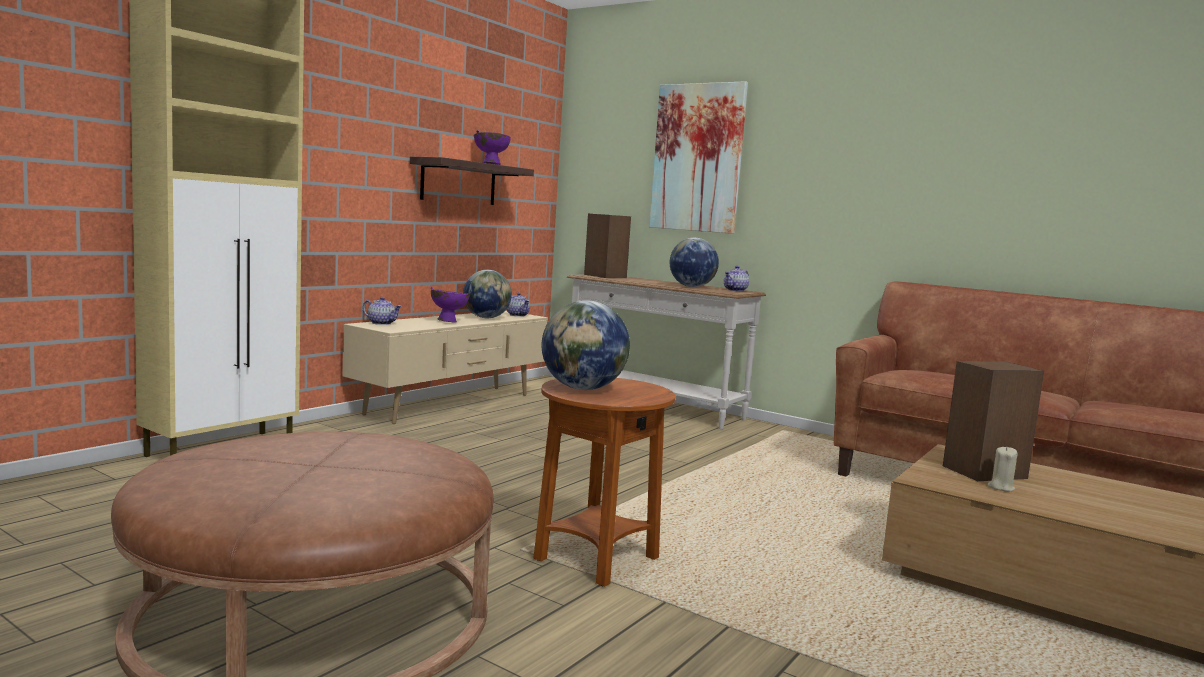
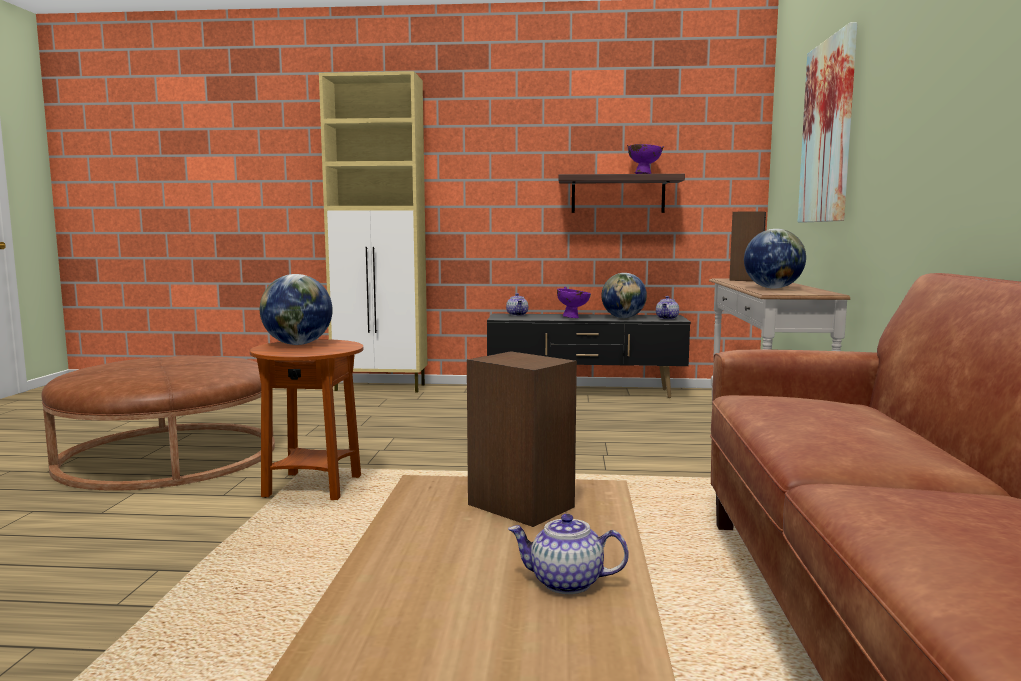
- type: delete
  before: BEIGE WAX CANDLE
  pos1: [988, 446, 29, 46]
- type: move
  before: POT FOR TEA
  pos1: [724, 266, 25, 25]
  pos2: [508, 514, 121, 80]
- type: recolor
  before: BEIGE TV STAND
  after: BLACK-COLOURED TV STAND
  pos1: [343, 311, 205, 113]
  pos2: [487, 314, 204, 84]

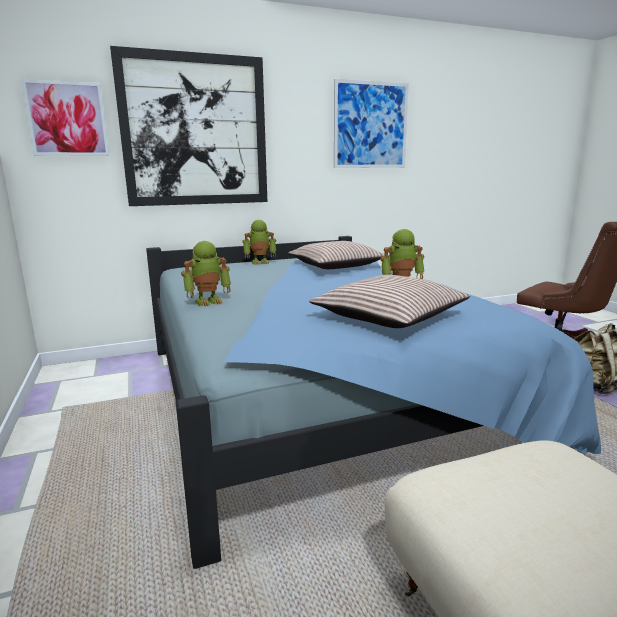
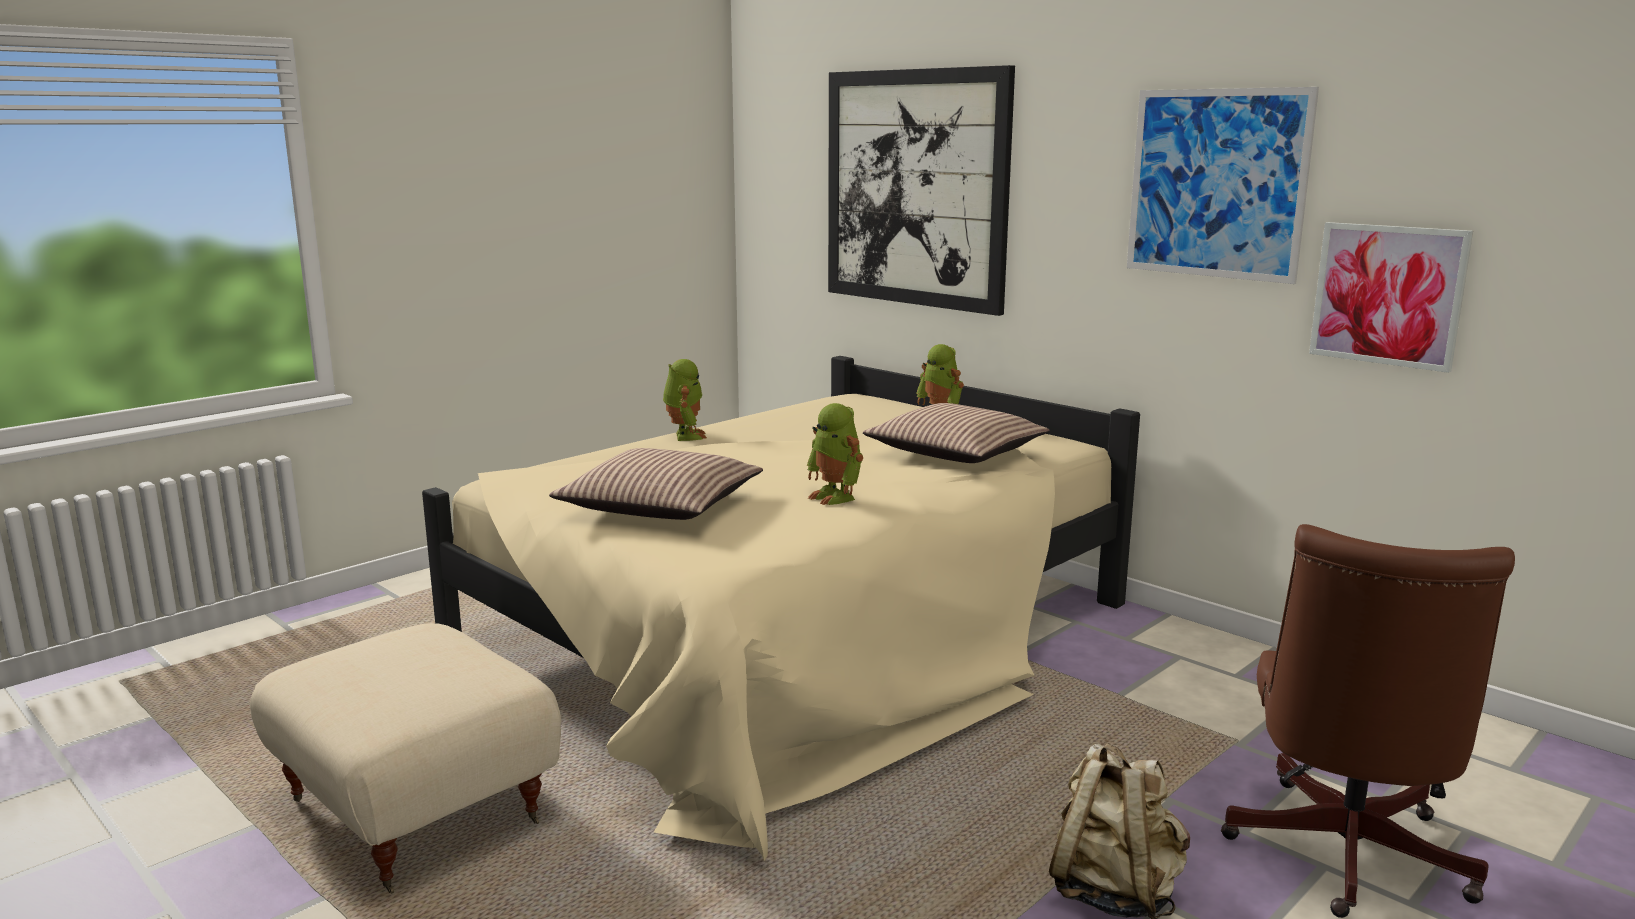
- type: move
  before: WALL ART
  pos1: [21, 79, 89, 77]
  pos2: [1309, 222, 164, 151]
- type: recolor
  before: BLUE-COLOURED SLEEPING BED
  after: BEIGE SLEEPING BED
  pos1: [146, 236, 455, 333]
  pos2: [422, 356, 718, 505]
- type: rotate
  before: ROBOT FIGURE
  pos1: [181, 241, 50, 66]
  pos2: [663, 359, 44, 82]
  turn: -135

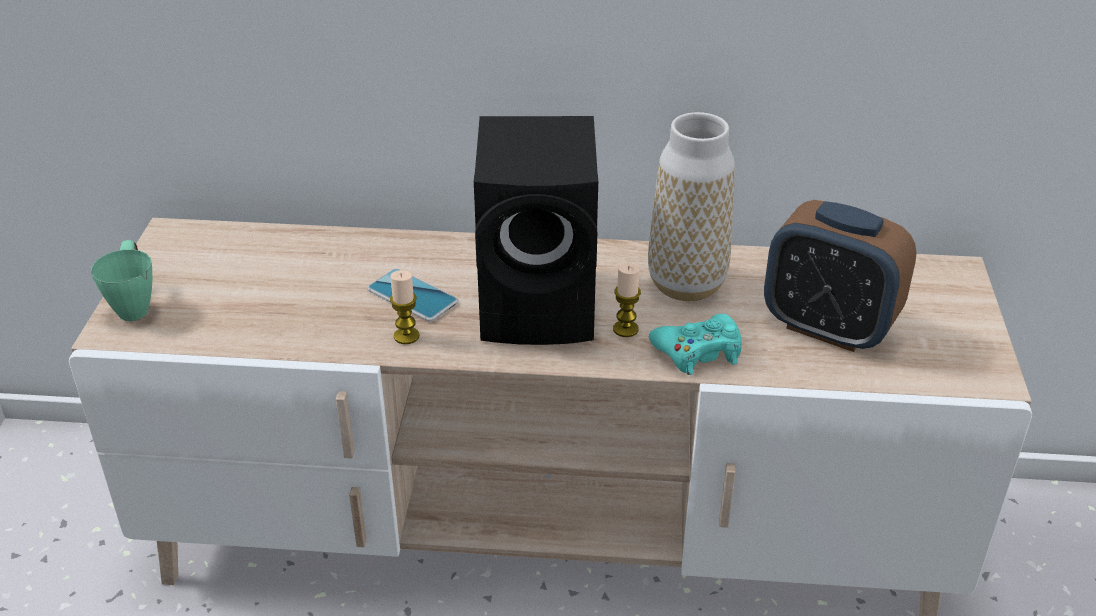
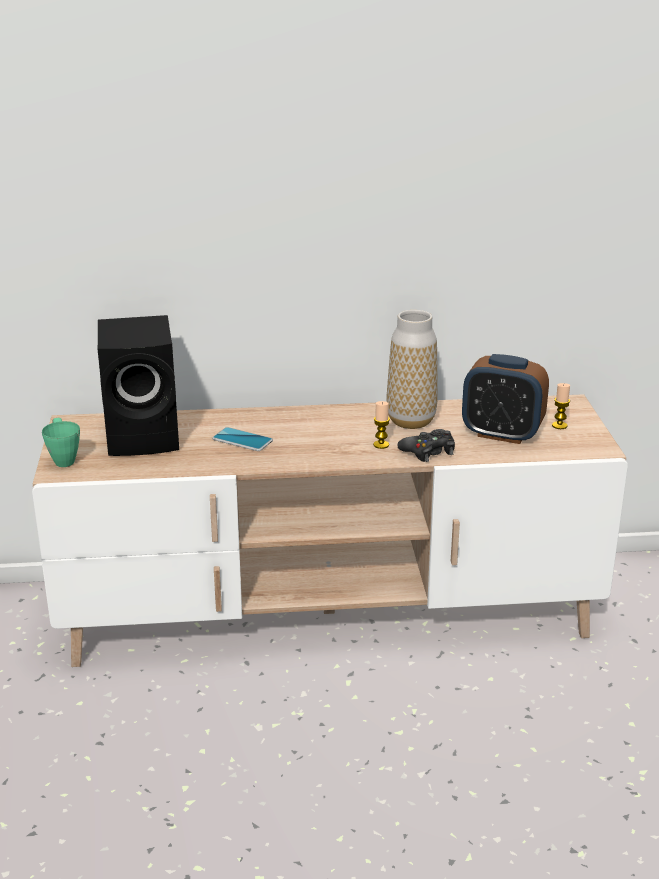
- type: move
  before: WAX CANDLE
  pos1: [390, 270, 29, 74]
  pos2: [552, 383, 18, 46]
- type: move
  before: BLACK-COLOURED LOUDSPEAKER
  pos1: [474, 116, 124, 229]
  pos2: [97, 315, 82, 141]
- type: recolor
  before: TURQUOISE GAMEPAD
  after: BLACK-COLOURED GAMEPAD
  pos1: [649, 314, 93, 61]
  pos2: [397, 429, 58, 33]

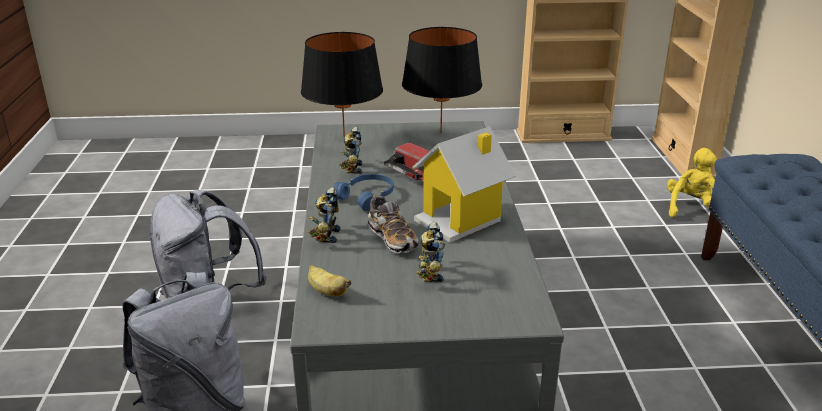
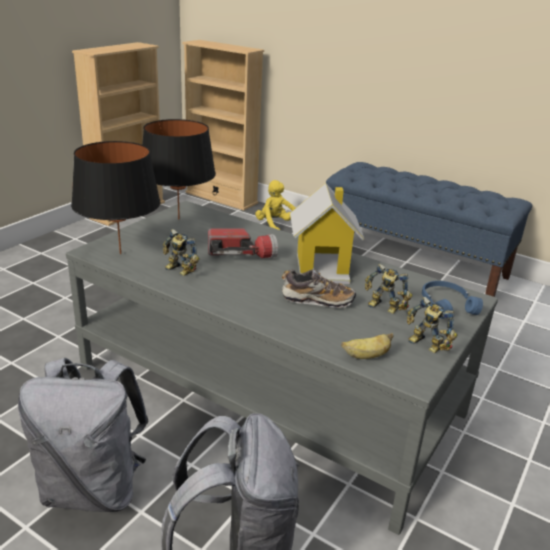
- type: move
  before: ROBOT FIGURE
  pos1: [308, 187, 32, 56]
  pos2: [407, 297, 50, 56]
- type: move
  before: BLUE-COLOURED HEADPHONES
  pos1: [333, 174, 61, 37]
  pos2: [422, 281, 61, 38]

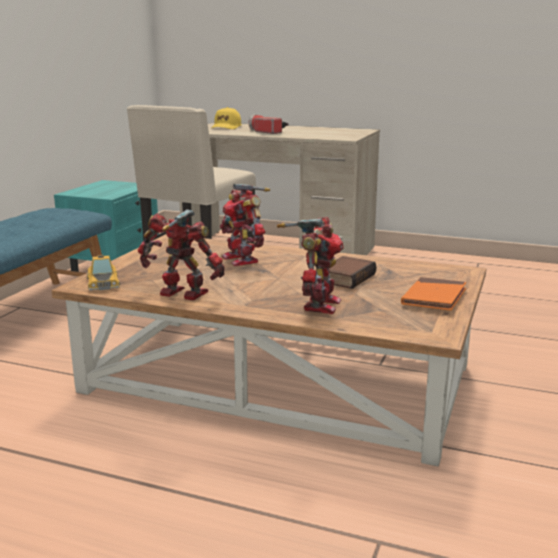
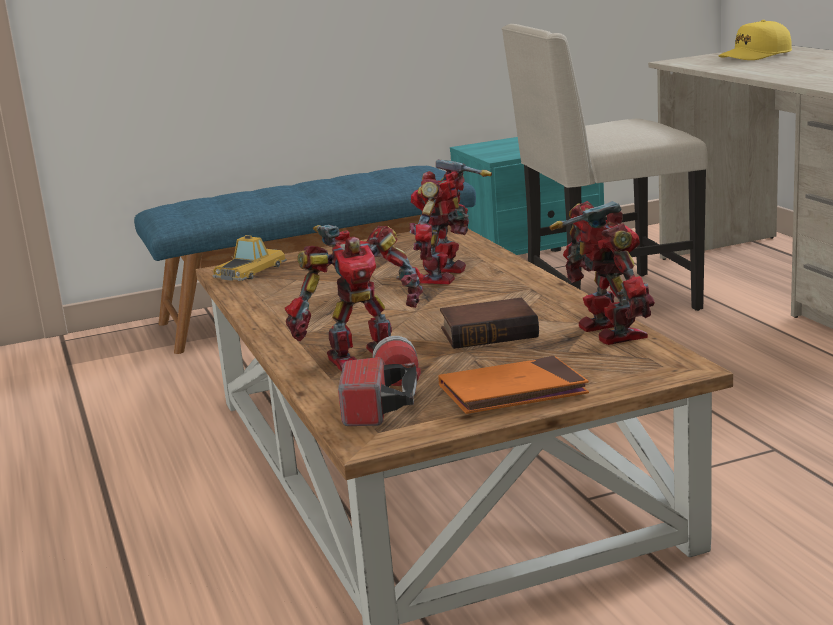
- type: move
  before: ROBOT FIGURE
  pos1: [138, 209, 87, 91]
  pos2: [549, 201, 106, 144]
- type: move
  before: FLASHLIGHT
  pos1: [249, 114, 40, 20]
  pos2: [338, 336, 83, 90]

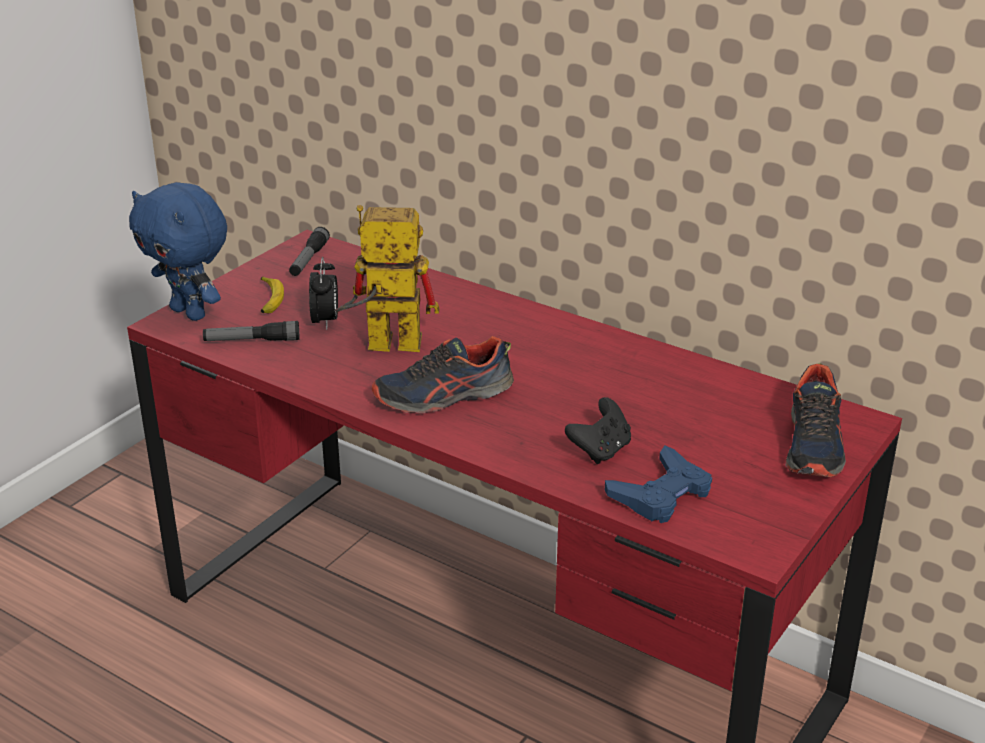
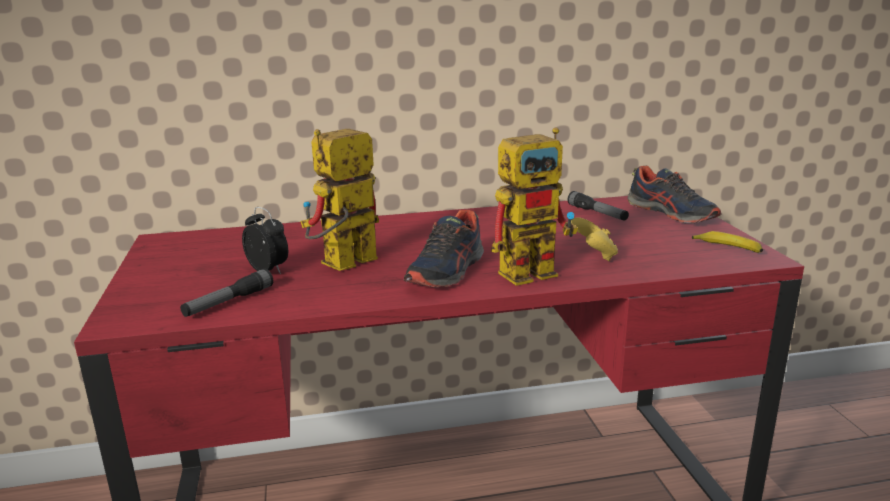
- type: delete
  before: BLUE-COLOURED CUDDLY TOY
  pos1: [129, 182, 98, 139]
- type: delete
  before: BLUE-COLOURED GAMEPAD
  pos1: [605, 446, 107, 77]
- type: insert
  after: ROBOT FIGURE
  pos2: [491, 128, 87, 158]
- type: move
  before: BANANA
  pos1: [261, 277, 23, 36]
  pos2: [692, 231, 71, 22]
- type: move
  before: FLASHLIGHT
  pos1: [289, 227, 41, 49]
  pos2: [567, 191, 62, 30]
- type: recolor
  before: BLACK-COLOURED GAMEPAD
  after: YELLOW-COLOURED GAMEPAD
  pos1: [565, 397, 66, 67]
  pos2: [571, 217, 47, 44]

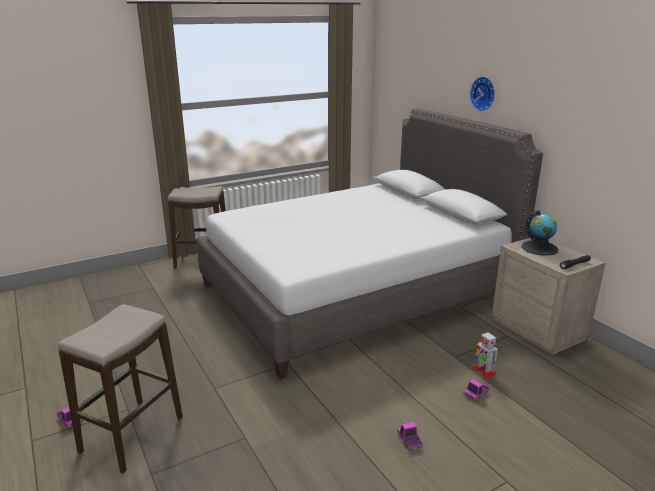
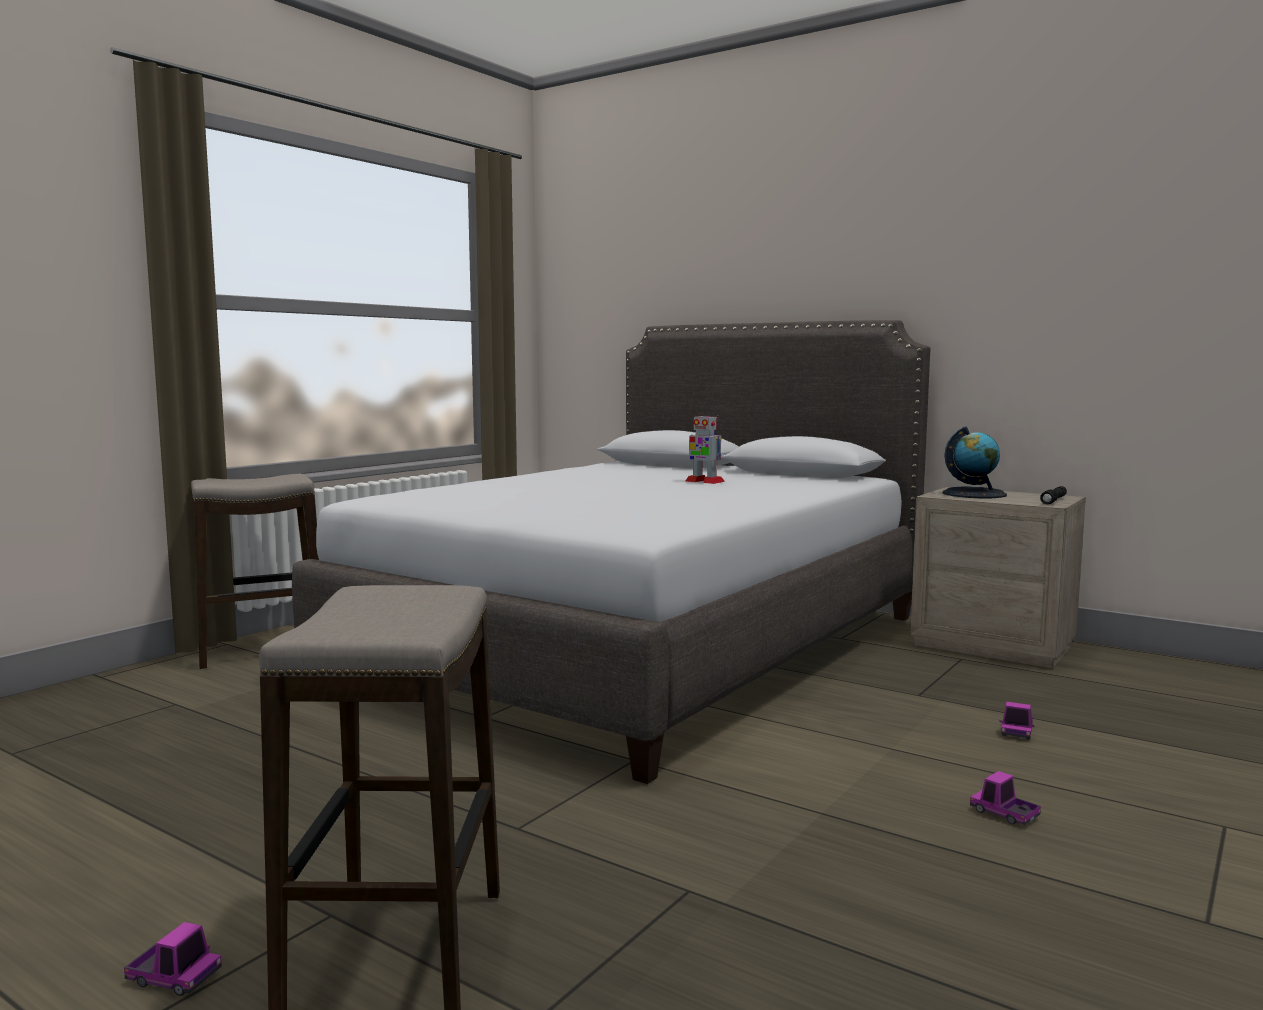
- type: delete
  before: CLOCK ON THE WALL
  pos1: [470, 76, 25, 36]
- type: move
  before: ROBOT FIGURE
  pos1: [472, 331, 26, 48]
  pos2: [686, 414, 39, 70]

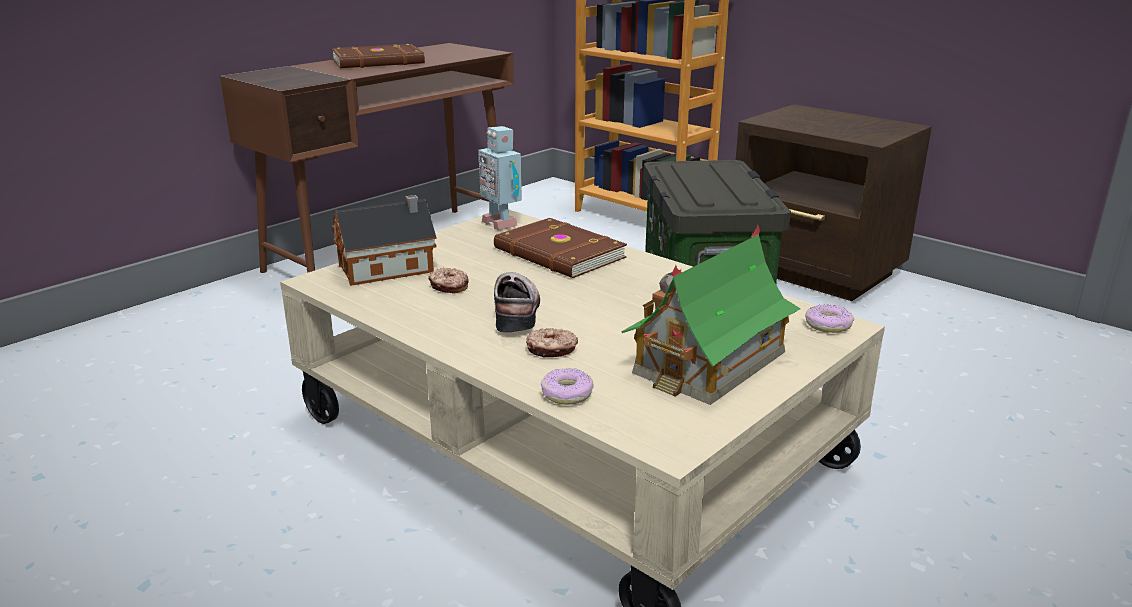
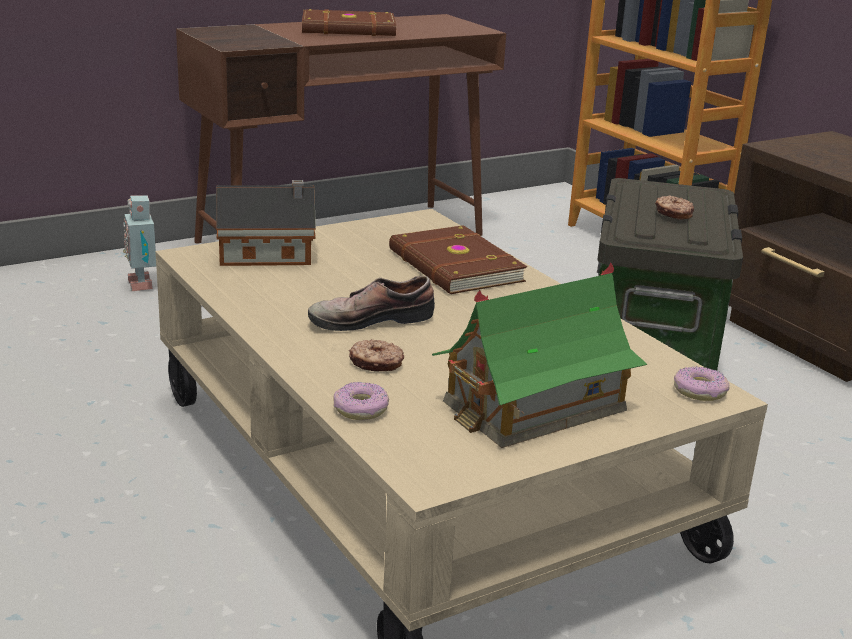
- type: move
  before: DOUGHNUT
  pos1: [428, 268, 40, 25]
  pos2: [655, 195, 39, 25]
- type: move
  before: ROBOT FIGURE
  pos1: [478, 126, 44, 104]
  pos2: [123, 195, 33, 96]
- type: rotate
  before: ITEM OF FOOTWEAR
  pos1: [494, 272, 46, 60]
  pos2: [308, 276, 127, 55]
  turn: -120

